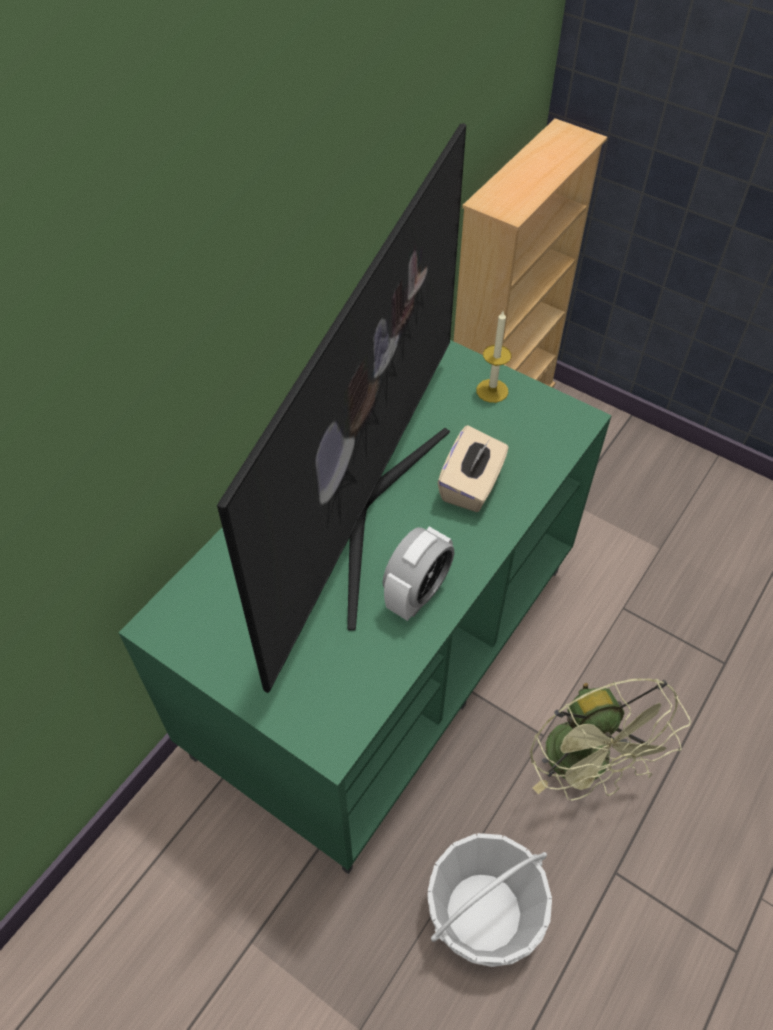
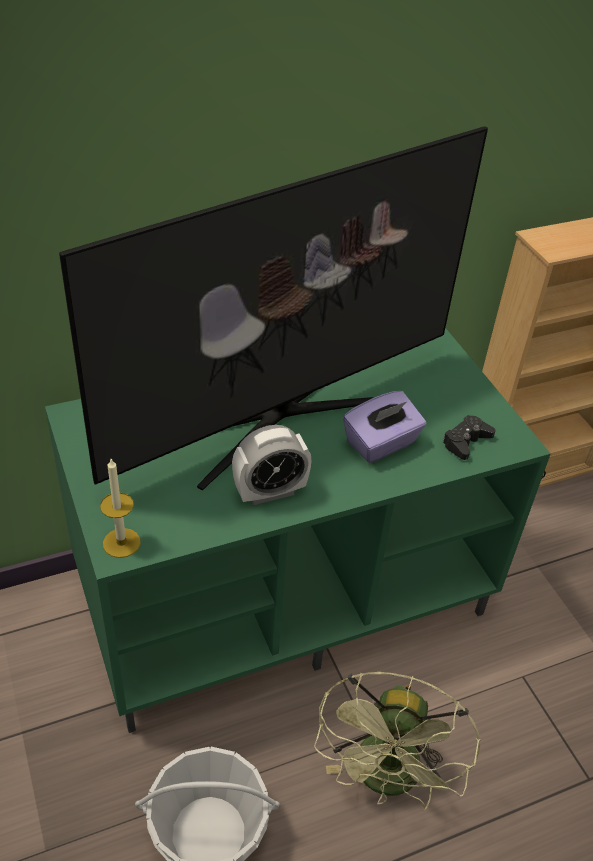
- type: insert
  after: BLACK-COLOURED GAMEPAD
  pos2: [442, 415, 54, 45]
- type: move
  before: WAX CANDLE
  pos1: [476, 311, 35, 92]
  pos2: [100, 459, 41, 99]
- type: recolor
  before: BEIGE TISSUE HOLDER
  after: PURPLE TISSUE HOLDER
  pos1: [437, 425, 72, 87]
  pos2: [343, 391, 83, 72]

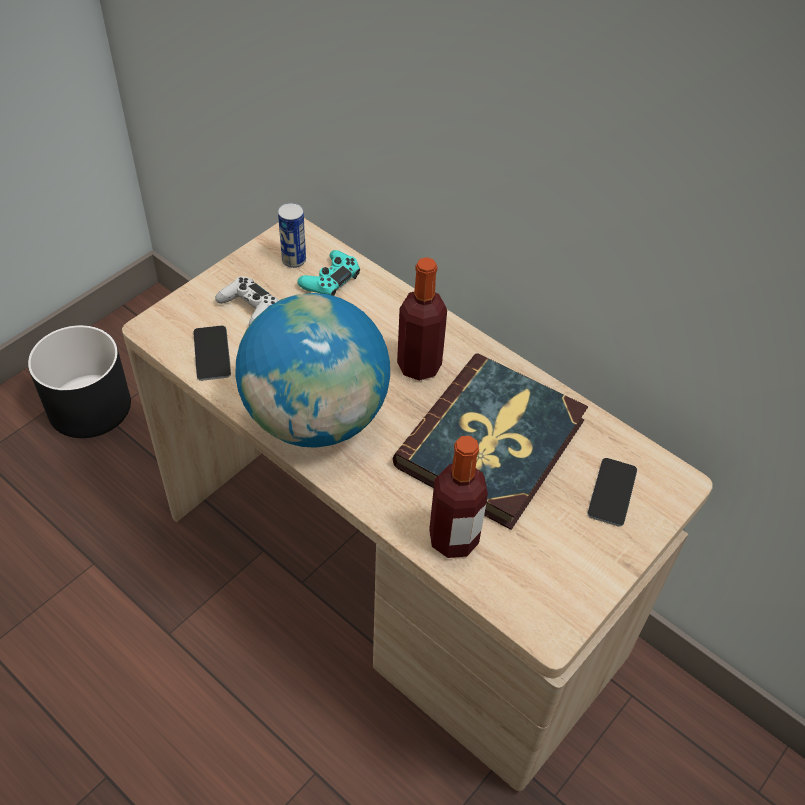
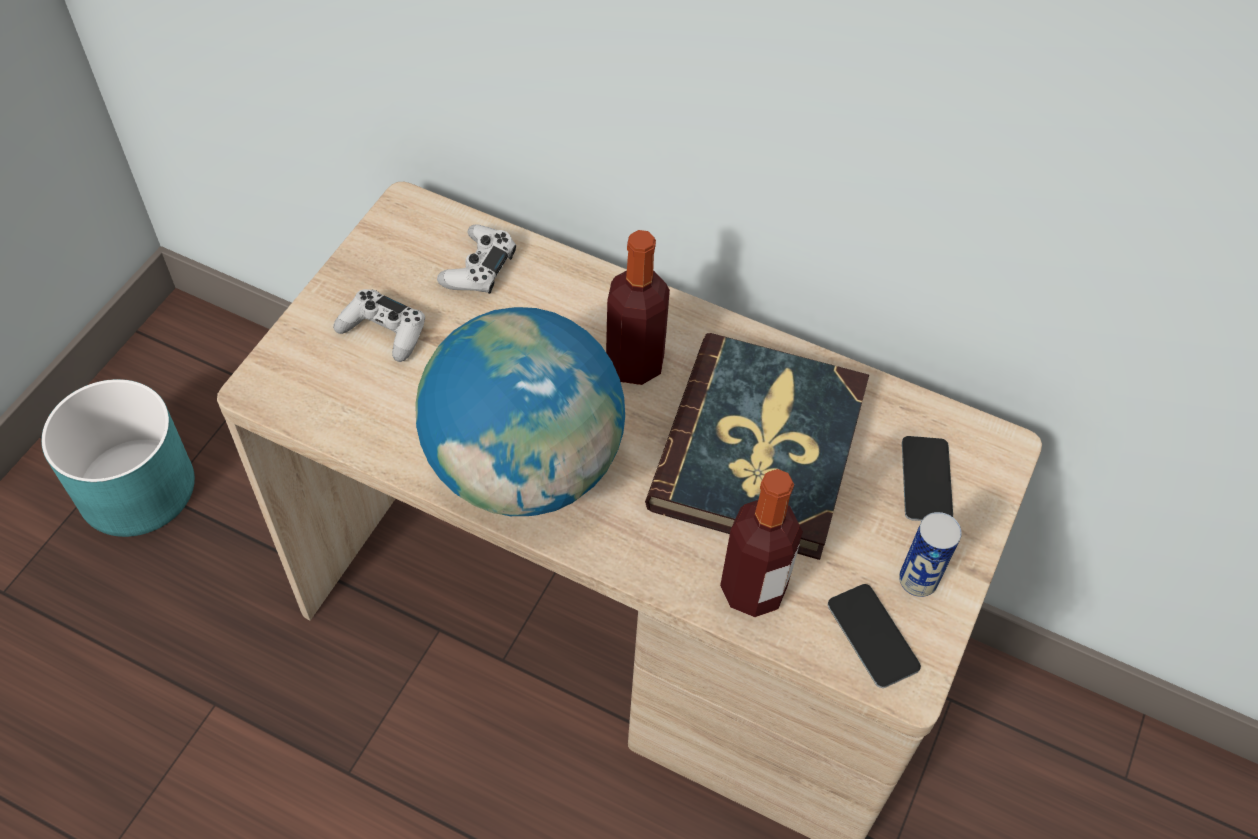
- type: move
  before: PHONE
  pos1: [193, 326, 38, 55]
  pos2: [828, 584, 93, 104]
- type: move
  before: METAL CAN
  pos1: [278, 203, 28, 65]
  pos2: [899, 512, 63, 85]
- type: recolor
  before: BLACK-COLOURED FLOWER POT
  after: TURQUOISE FLOWER POT
  pos1: [28, 325, 103, 113]
  pos2: [41, 379, 154, 158]
- type: recolor
  before: TURQUOISE GAMEPAD
  after: WHITE-COLOURED GAMEPAD
  pos1: [297, 250, 63, 46]
  pos2: [437, 224, 79, 70]

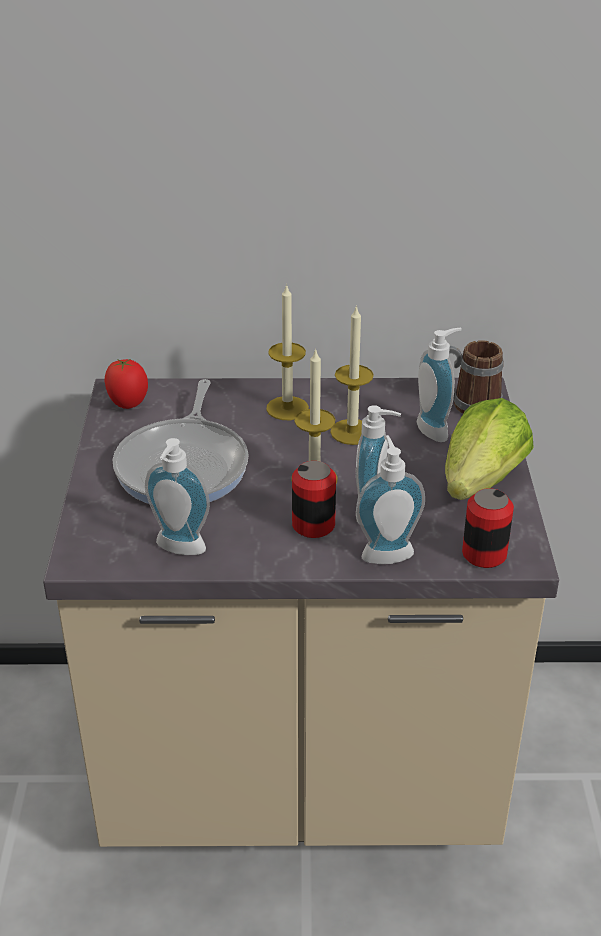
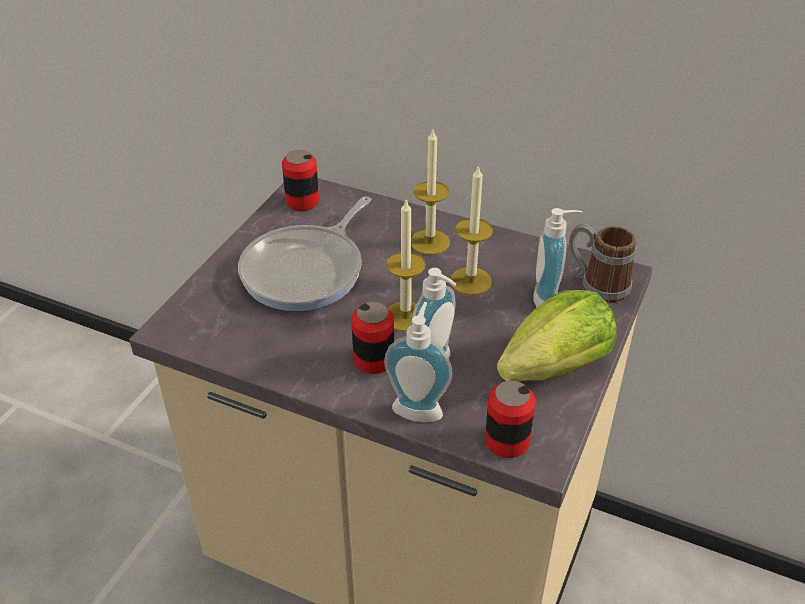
- type: delete
  before: SOAP BOTTLE
  pos1: [145, 438, 65, 117]
- type: replace
  before: FRESH TOMATO
  after: METAL CAN
  pos1: [105, 359, 43, 50]
  pos2: [282, 150, 37, 61]

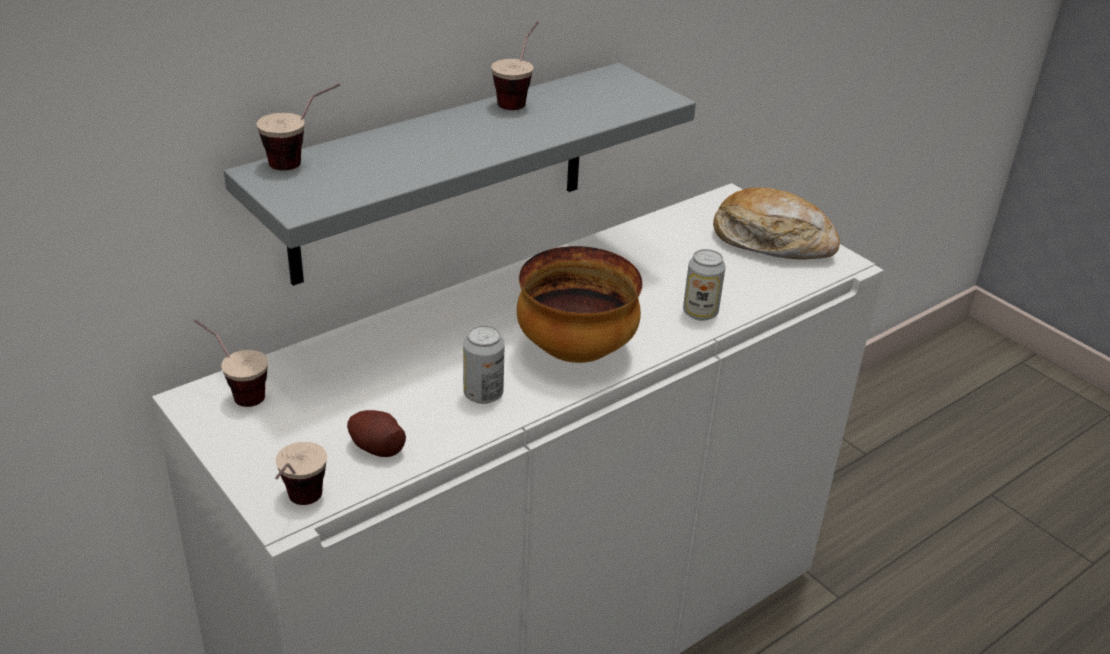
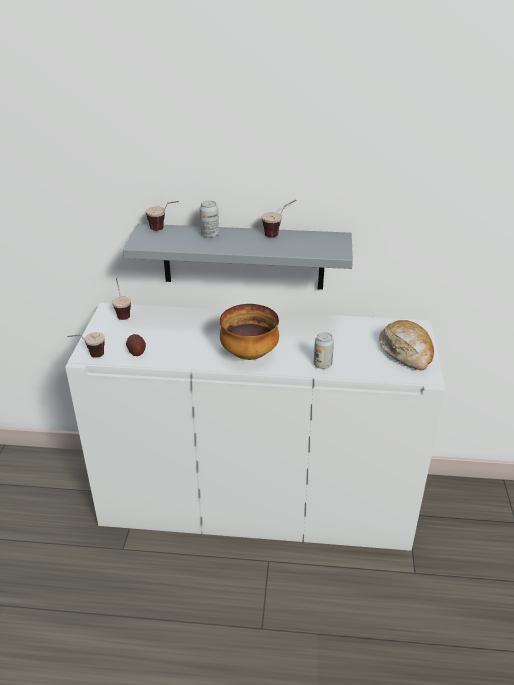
- type: move
  before: METAL CAN
  pos1: [463, 325, 42, 79]
  pos2: [200, 201, 19, 37]

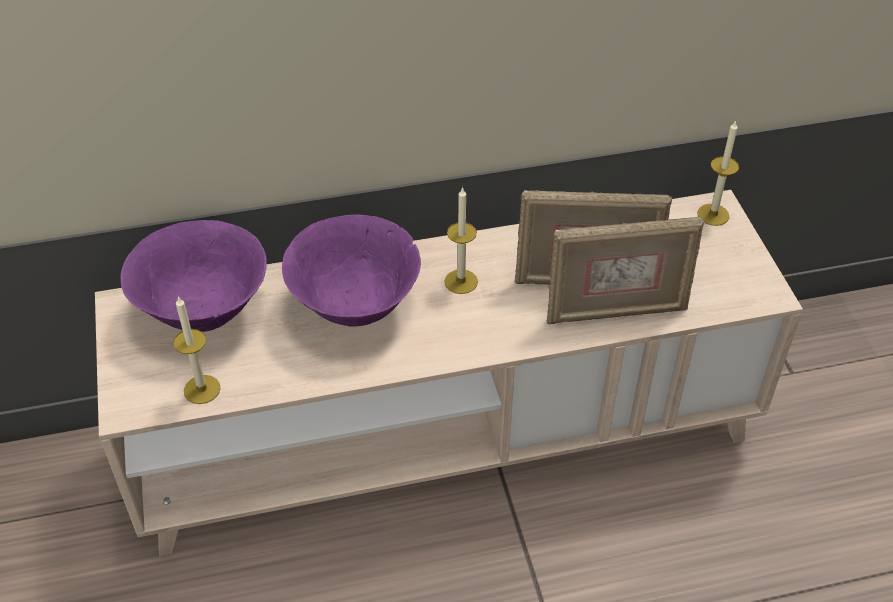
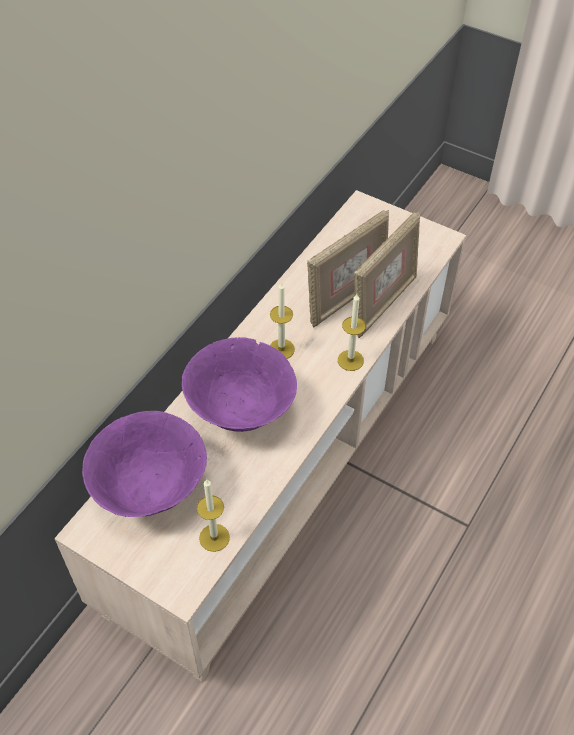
- type: move
  before: WAX CANDLE
  pos1: [697, 120, 42, 106]
  pos2: [338, 294, 28, 77]

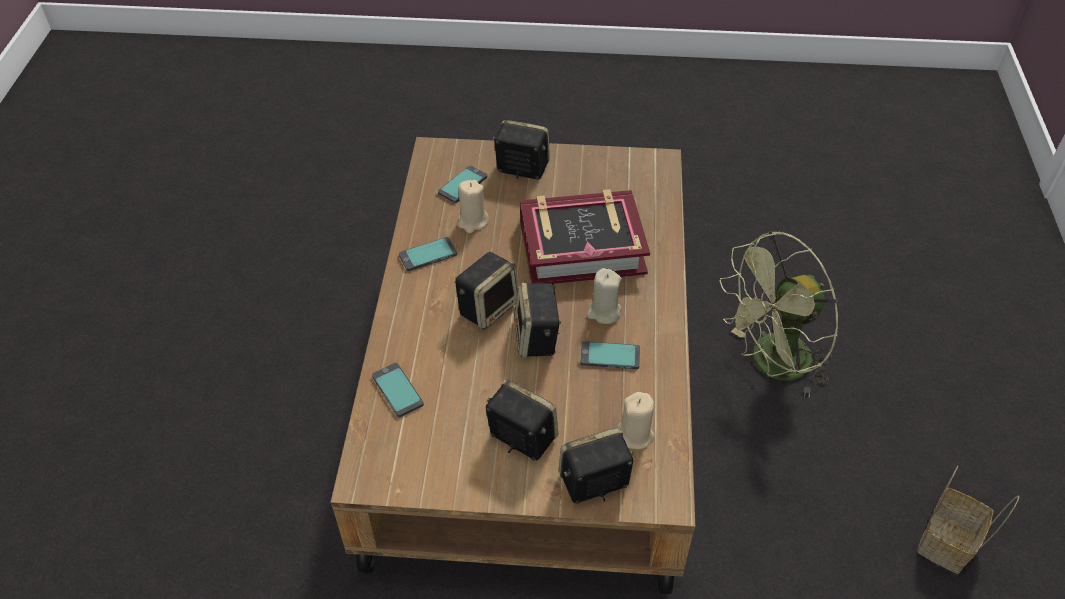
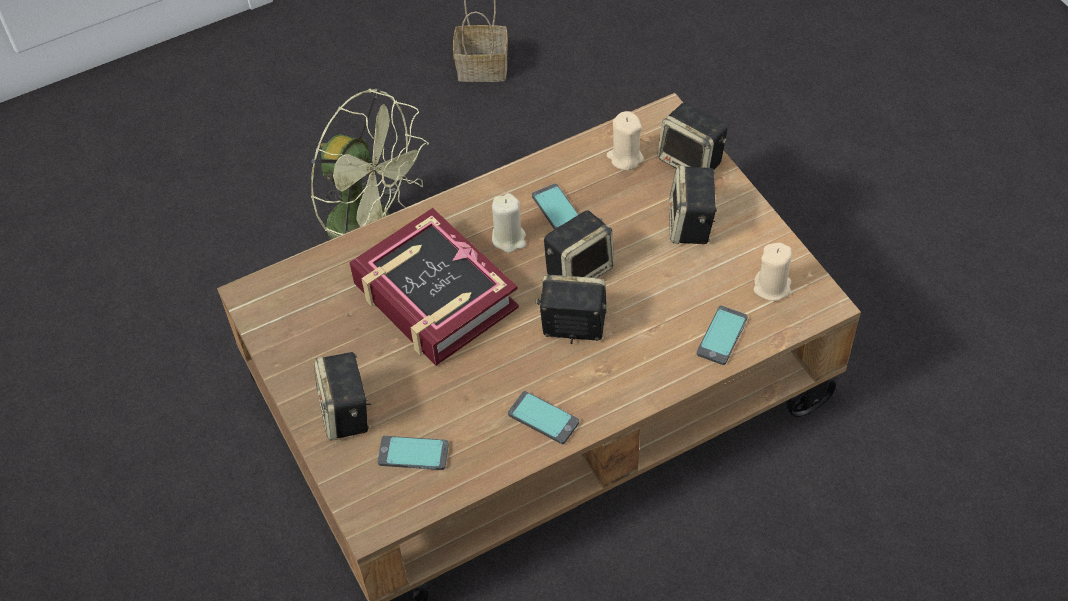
- type: move
  before: BEIGE WAX CANDLE
  pos1: [458, 180, 31, 53]
  pos2: [753, 243, 39, 58]

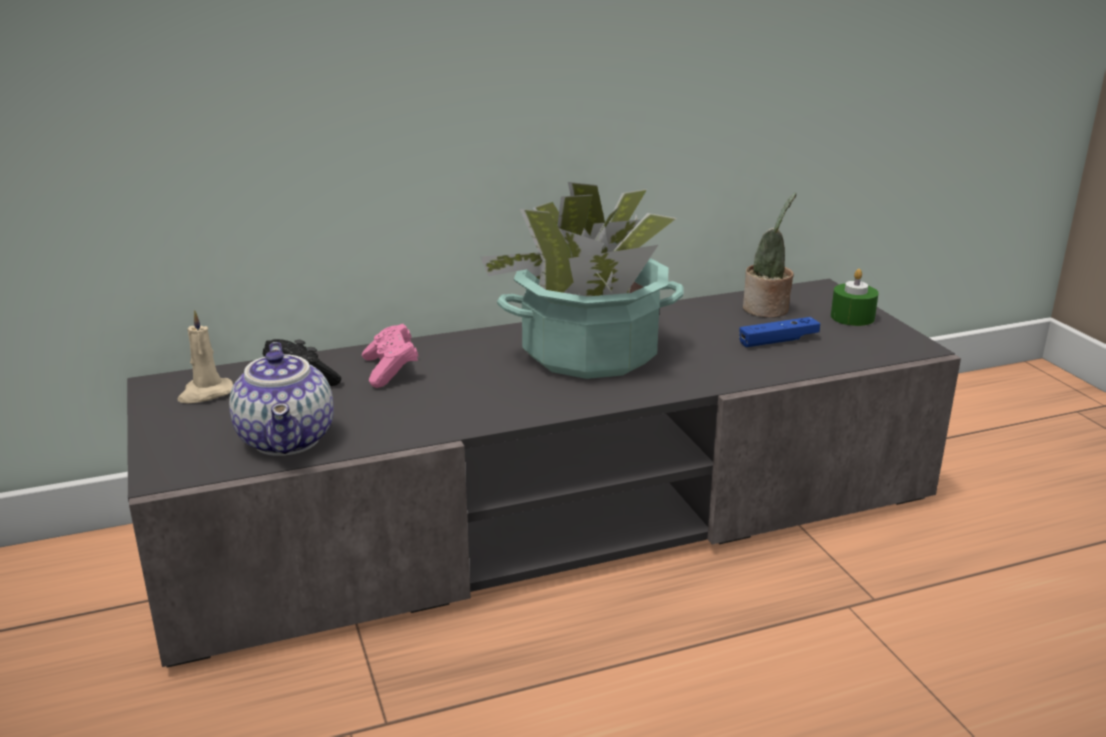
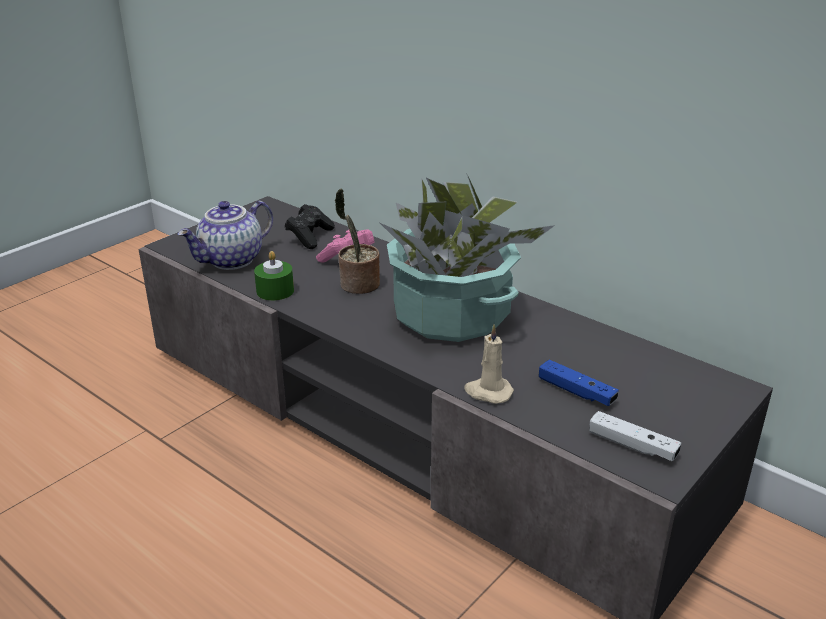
- type: insert
  after: WHITE-COLOURED GAMEPAD
  pos2: [589, 411, 92, 50]
- type: move
  before: BEIGE WAX CANDLE
  pos1: [178, 310, 55, 94]
  pos2: [464, 324, 50, 80]
- type: move
  before: PLANT IN A POT
  pos1: [743, 193, 53, 125]
  pos2: [335, 189, 45, 105]
- type: move
  before: GREEN WAX CANDLE
  pos1: [831, 269, 48, 57]
  pos2: [254, 251, 40, 50]

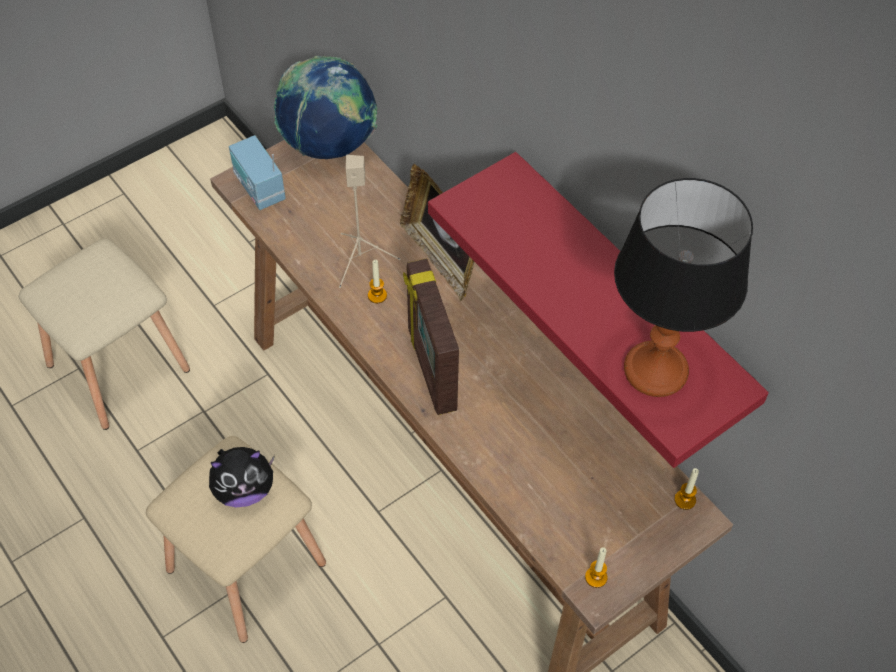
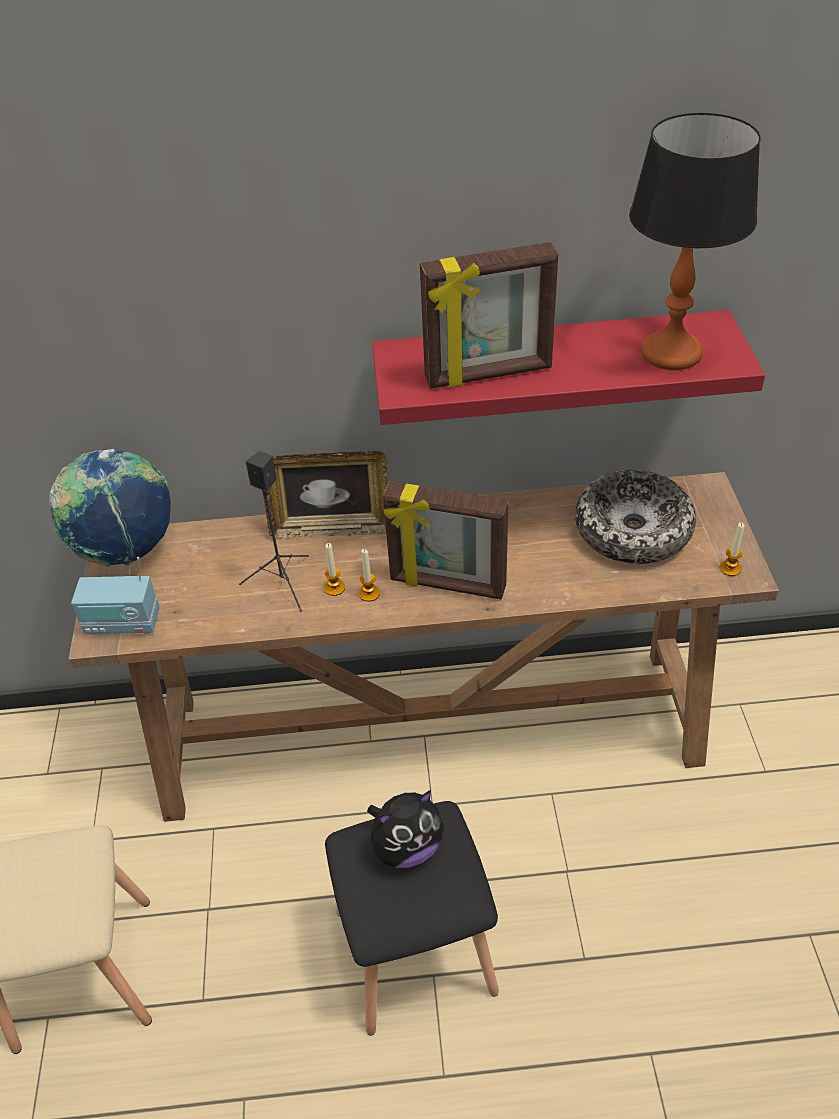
- type: insert
  after: PHOTO FRAME
  pos2: [420, 242, 138, 147]
- type: insert
  after: DEEP DISH
  pos2: [575, 470, 121, 94]
- type: move
  before: WAX CANDLE
  pos1: [674, 468, 25, 42]
  pos2: [359, 549, 21, 53]
- type: recolor
  before: BEIGE SITTING STOOL
  after: BLACK-COLOURED SITTING STOOL
  pos1: [146, 436, 180, 207]
  pos2: [325, 801, 174, 235]
- type: recolor
  before: BEIGE LOUDSPEAKER
  after: BLACK-COLOURED LOUDSPEAKER
  pos1: [339, 155, 62, 133]
  pos2: [239, 451, 70, 161]
- type: rotate
  before: CUDDLY TOY
  pos1: [209, 447, 66, 60]
  pos2: [367, 790, 77, 78]
  turn: 45

